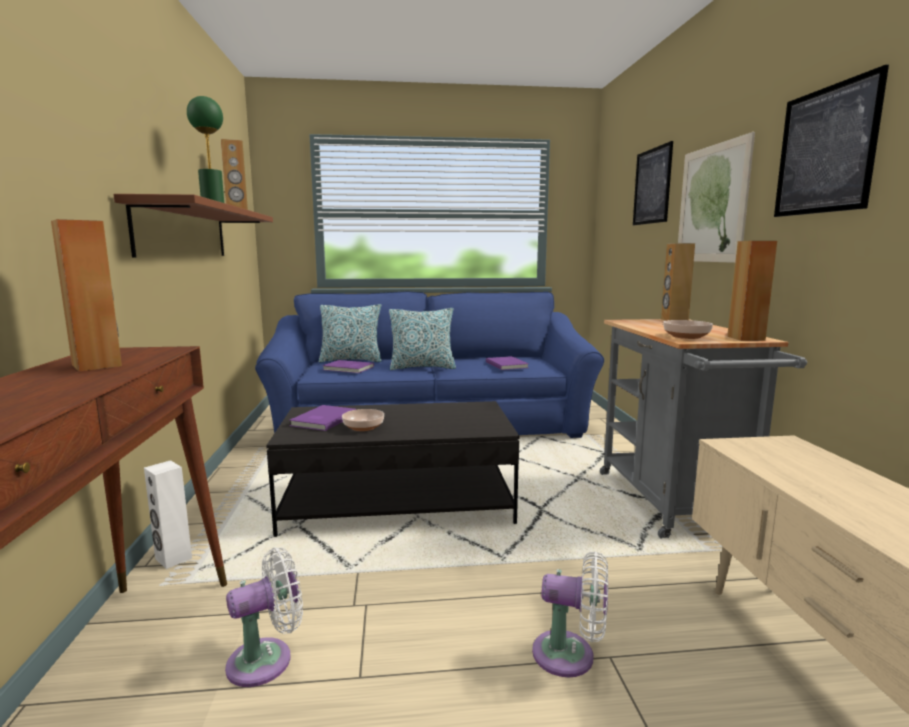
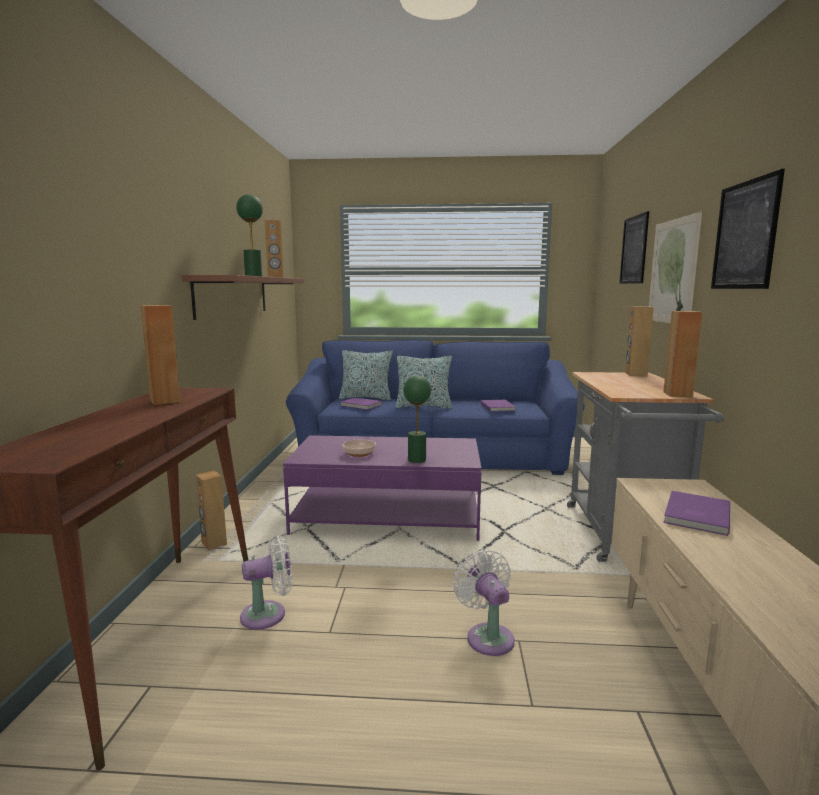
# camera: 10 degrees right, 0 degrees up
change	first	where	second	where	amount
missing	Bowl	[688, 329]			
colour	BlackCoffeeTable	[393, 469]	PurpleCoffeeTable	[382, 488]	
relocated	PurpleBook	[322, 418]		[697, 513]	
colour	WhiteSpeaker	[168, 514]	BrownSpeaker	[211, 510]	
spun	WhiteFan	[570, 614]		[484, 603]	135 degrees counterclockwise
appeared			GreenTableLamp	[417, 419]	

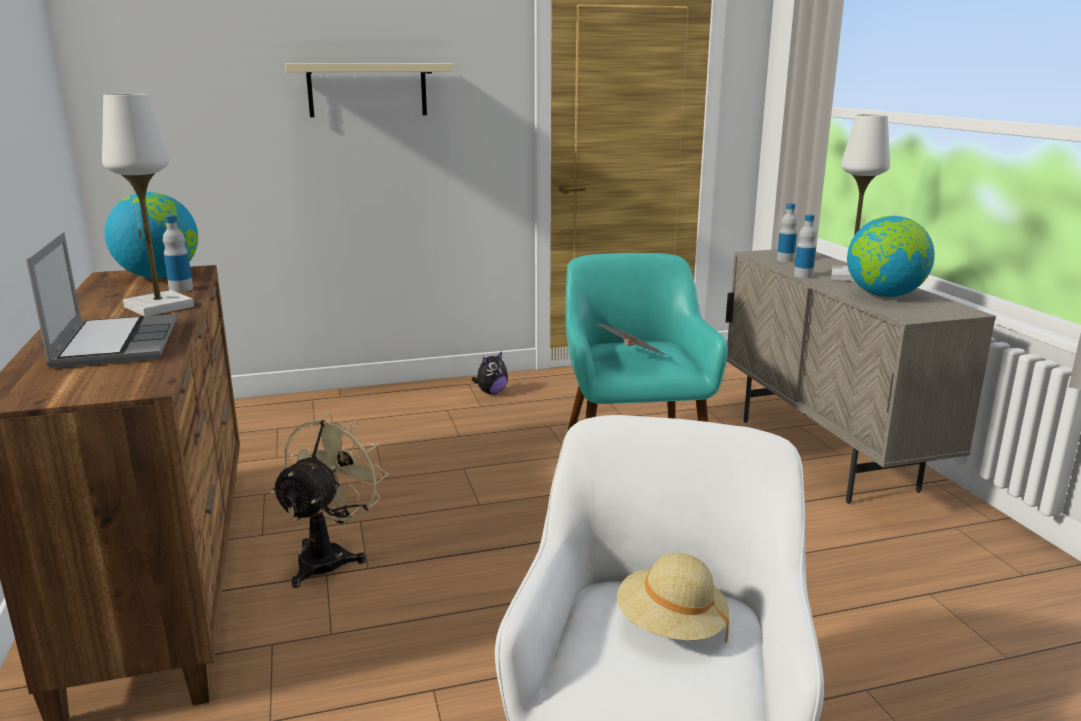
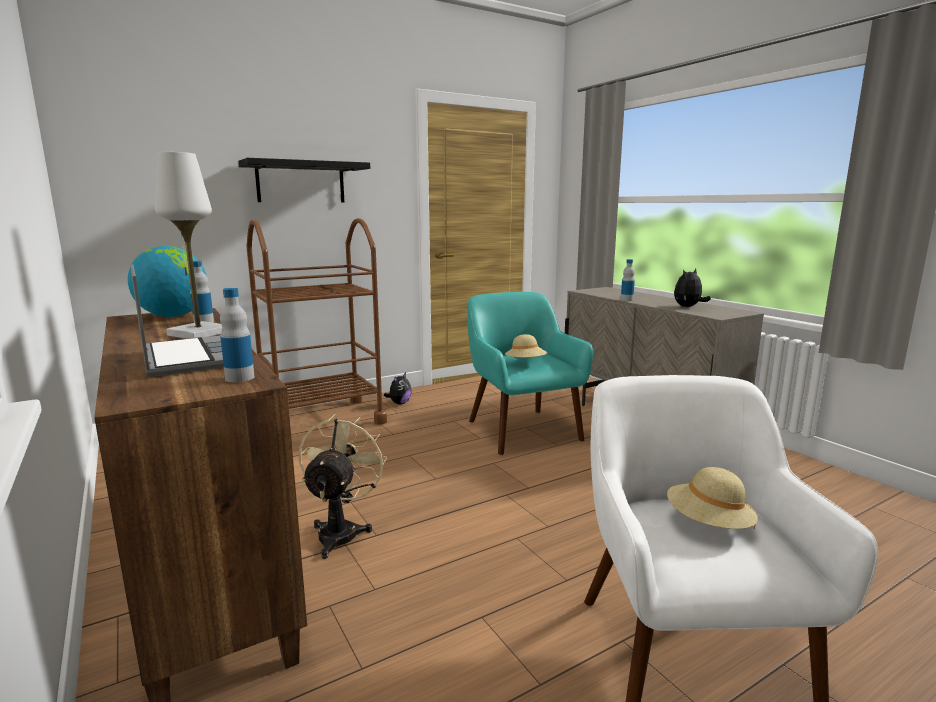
# camera: 15 degrees left, 5 degrees down
change	first	where	second	where	amount
colour	BeigeShelf	[369, 90]	BlackShelf	[304, 180]	
missing	WhiteTableLamp	[860, 198]			
relocated	Bottle	[787, 232]		[237, 335]	
exchanged	Globe	[891, 256]	PlushToy	[692, 288]	
exchanged	Newspaper	[631, 339]	BeigeHat	[526, 346]	
appeared			BrownCart	[316, 321]	

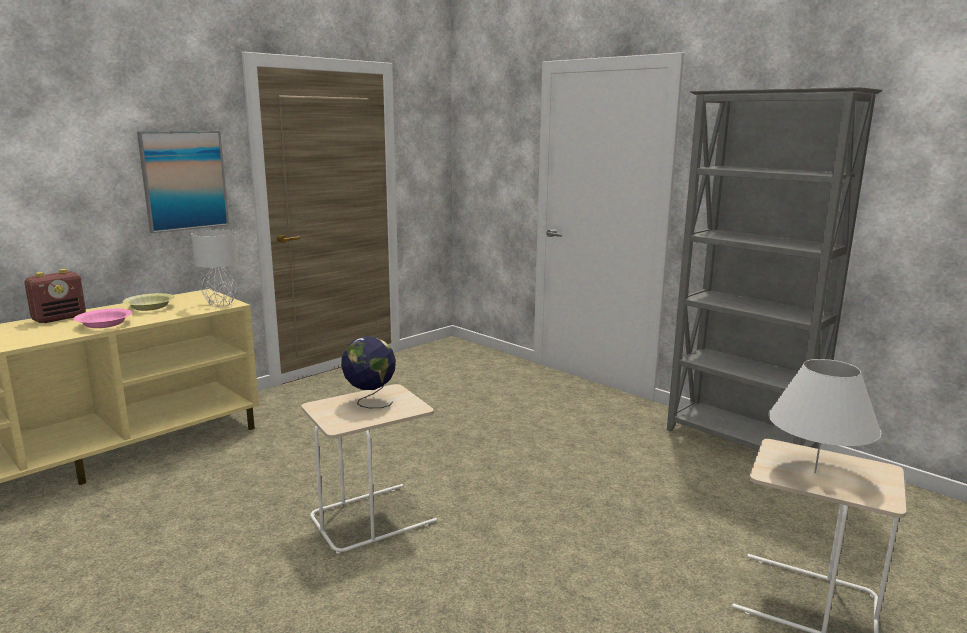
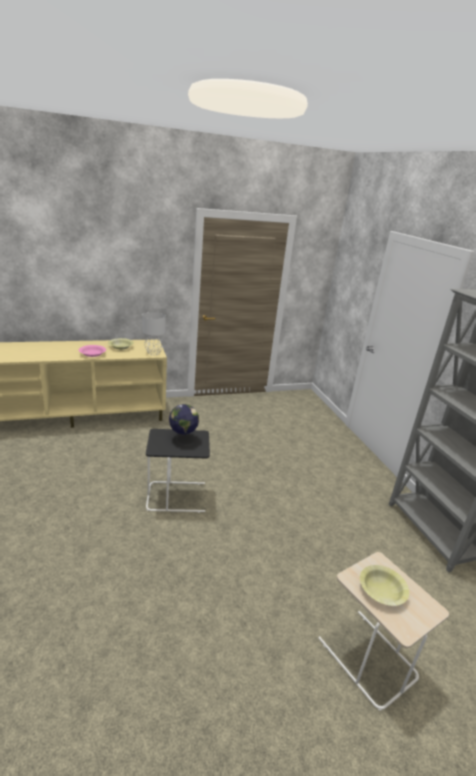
# camera: 25 degrees right, 10 degrees up
change	first	where	second	where	amount
missing	Picture	[183, 182]			
missing	Radio	[55, 296]			
exchanged	WhiteTableLamp	[824, 416]	YellowBowl	[384, 585]	
colour	BeigeSideTable	[369, 469]	BlackSideTable	[178, 471]	

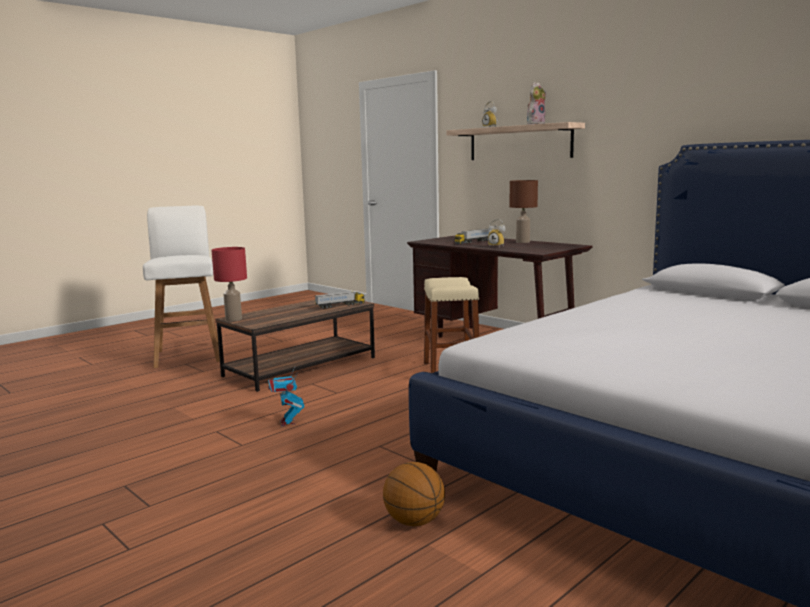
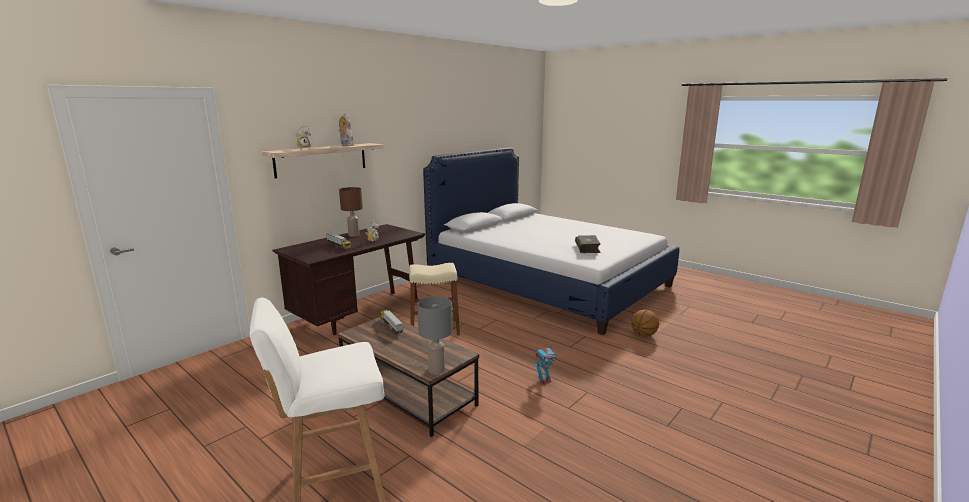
# camera: 95 degrees left, 5 degrees up
change	first	where	second	where	amount
colour	RedTableLamp	[229, 284]	GreyTableLamp	[434, 335]	
appeared			Book	[588, 244]	

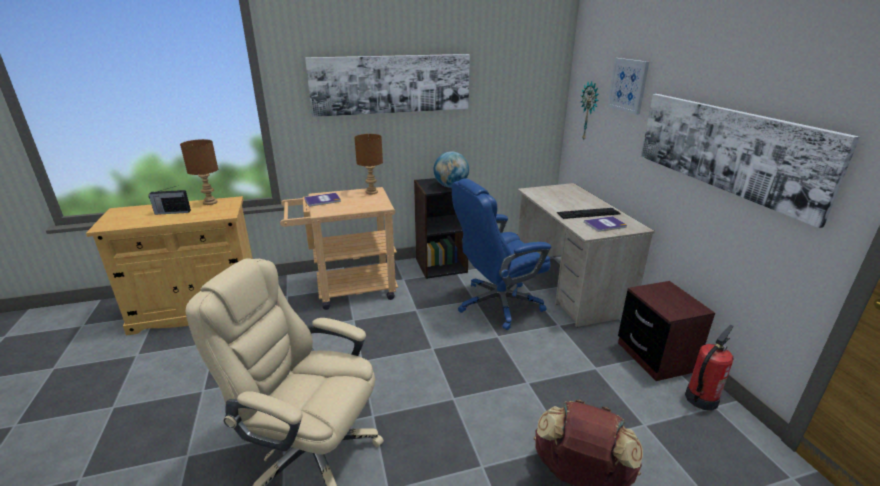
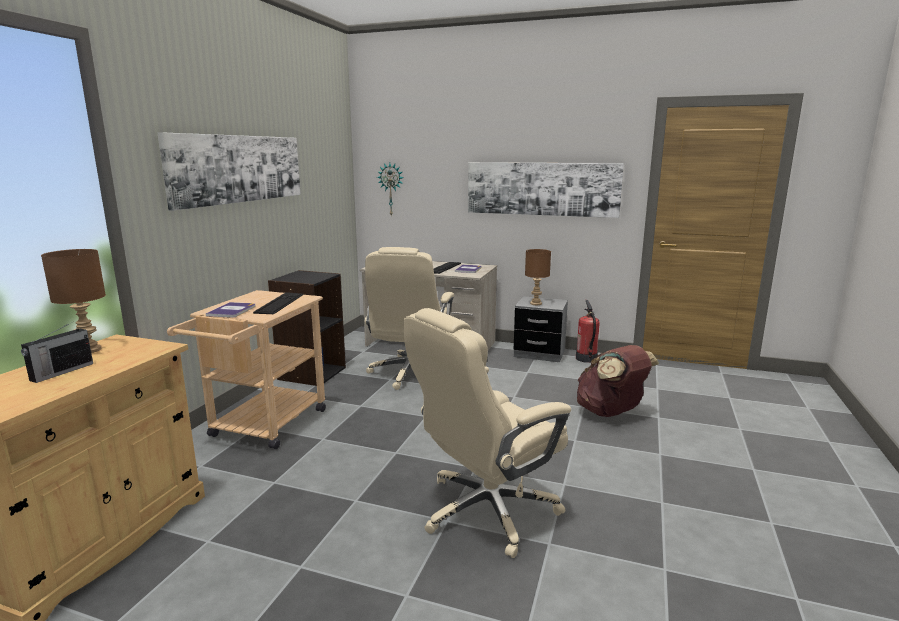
# camera: 55 degrees left, 10 degrees down
change	first	where	second	where	amount
missing	Picture	[628, 86]			
relocated	BrownTableLamp	[368, 164]		[538, 277]	
missing	Globe	[451, 169]			
colour	BlueOfficeChair	[501, 254]	BeigeOfficeChair	[409, 318]	
colour	BrownNightstand	[666, 331]	GreyNightstand	[541, 329]	
appeared			Keyboard	[278, 303]	

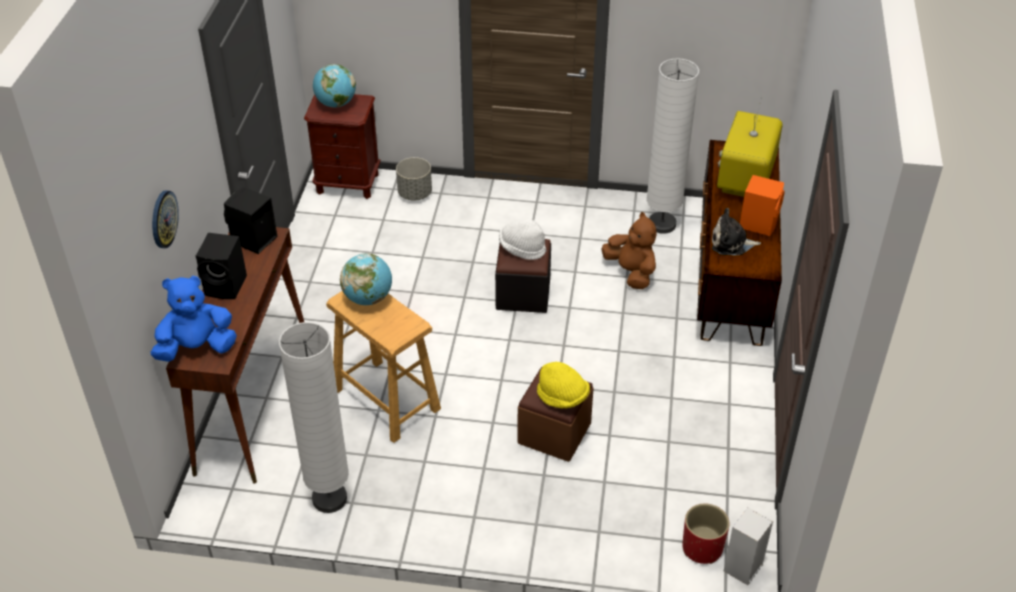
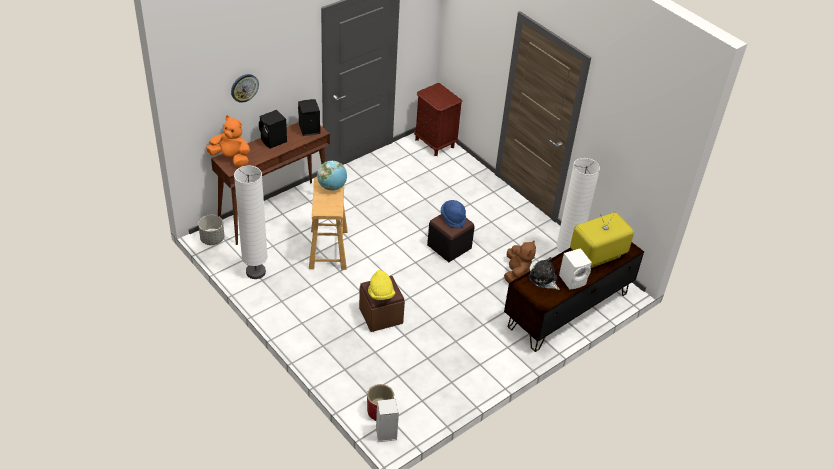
# camera: 40 degrees right, 0 degrees up
change	first	where	second	where	amount
missing	Globe	[334, 85]			
relocated	GreyPlanter	[414, 179]		[211, 230]	
colour	OrangeSpeaker	[762, 205]	WhiteSpeaker	[575, 269]	
colour	WhiteHat	[523, 239]	BlueHat	[453, 214]	
colour	BluePlushToy	[193, 318]	OrangePlushToy	[228, 141]	

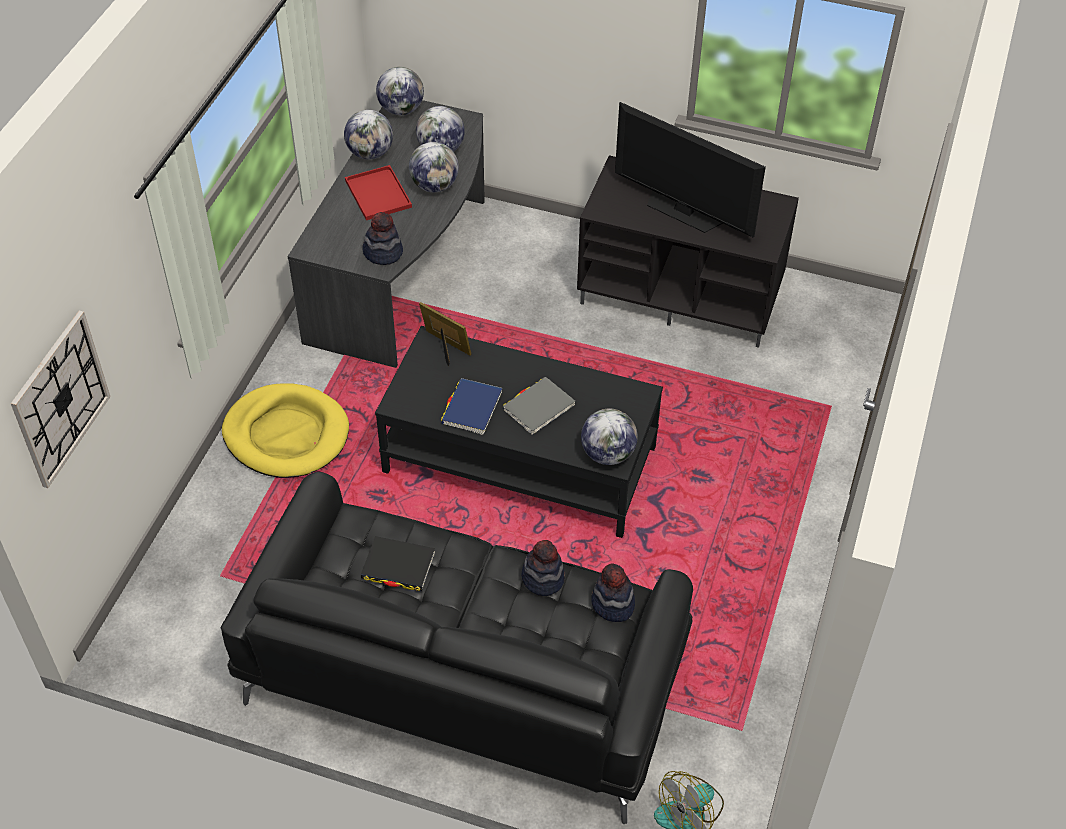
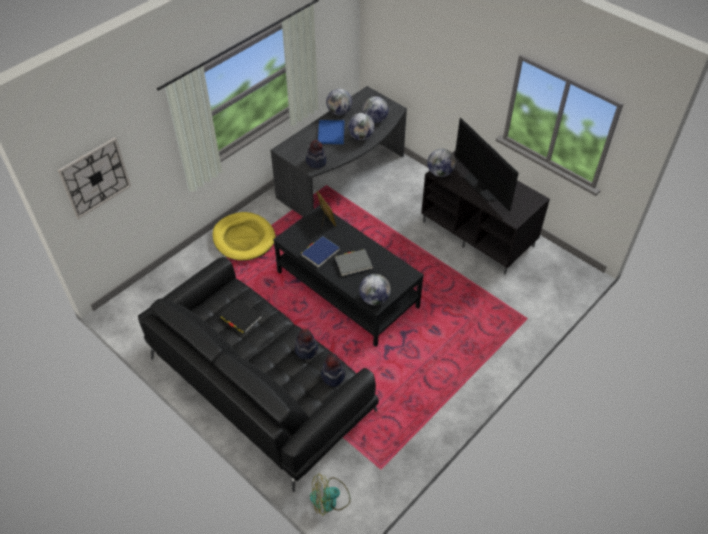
# camera: 25 degrees right, 0 degrees up
change	first	where	second	where	amount
relocated	Globe	[400, 91]		[441, 163]	
colour	RedTray	[378, 192]	BlueTray	[331, 132]	

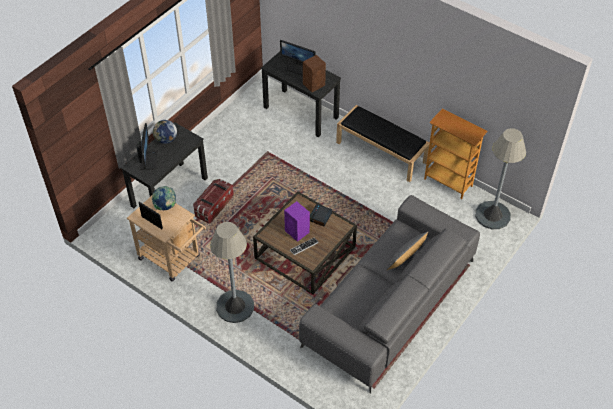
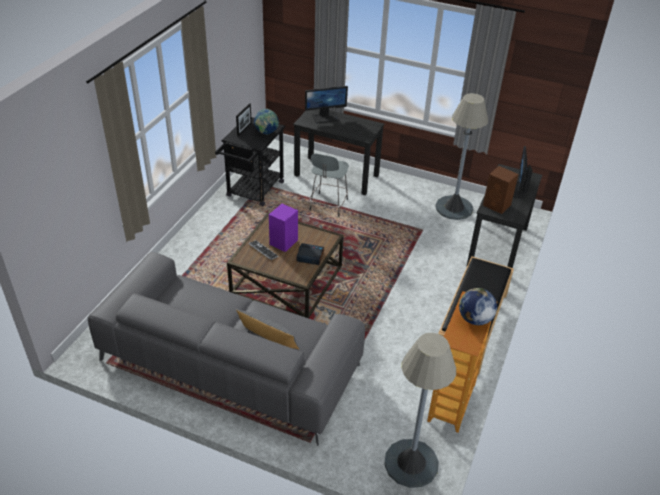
# camera: 75 degrees right, 10 degrees down
change	first	where	second	where	amount
relocated	Globe	[165, 132]		[478, 306]	
exchanged	StorageBox	[213, 201]	GreyStool	[329, 185]	
colour	BeigeCart	[166, 238]	BlackCart	[250, 161]	
relocated	GreyFloorLamp	[232, 272]		[461, 156]	

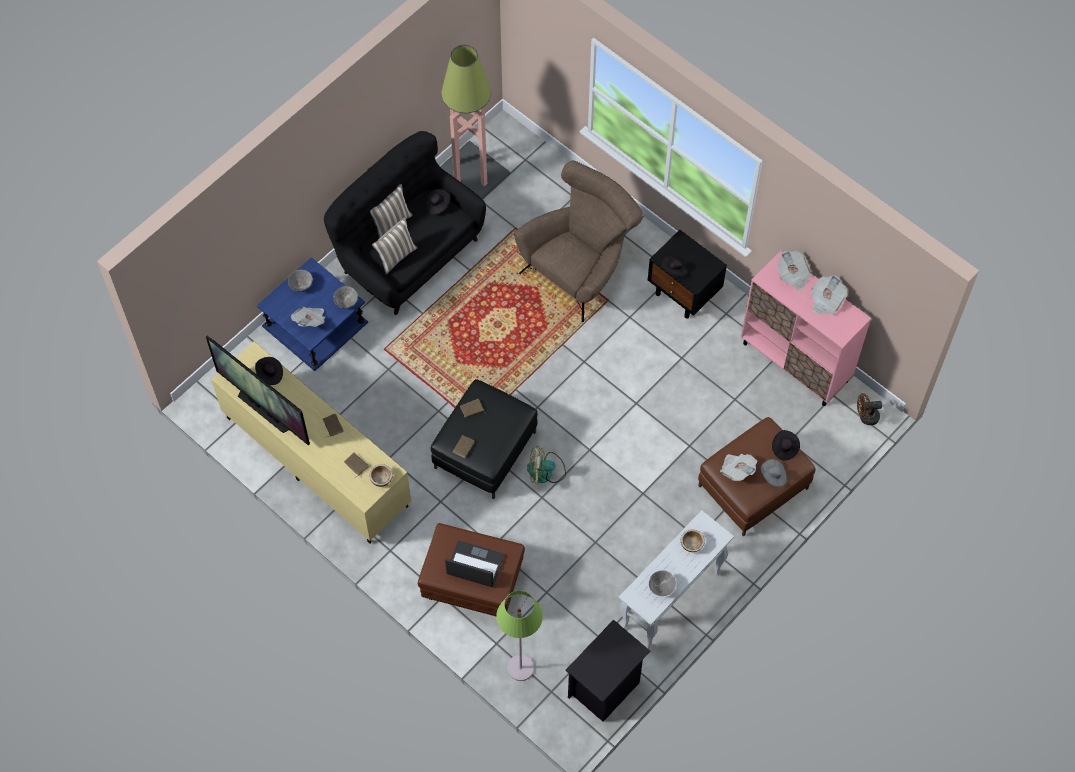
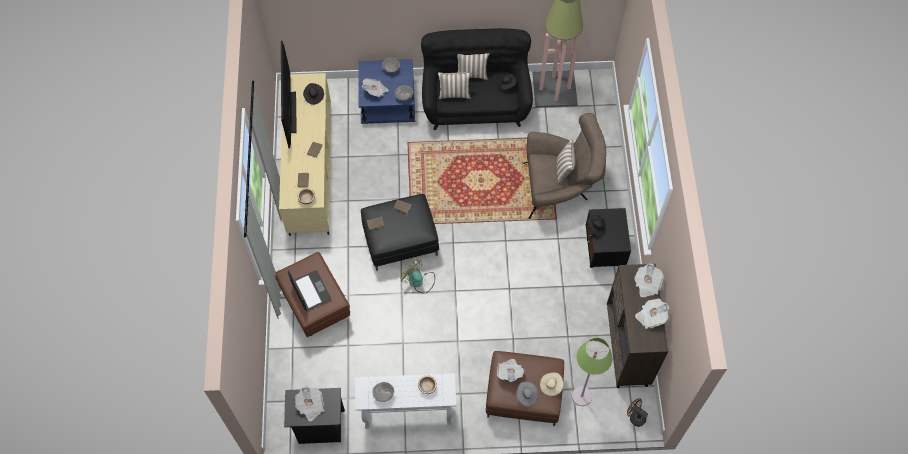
# camera: 45 degrees right, 0 degrees up
change	first	where	second	where	amount
colour	PinkCabinet	[806, 328]	BrownCabinet	[637, 326]	
colour	BlackHat	[786, 445]	BeigeHat	[551, 384]	
relocated	GreenFloorLamp	[519, 635]		[592, 372]	
appeared			Pillow	[565, 162]	
appeared			Newspaper	[309, 403]	

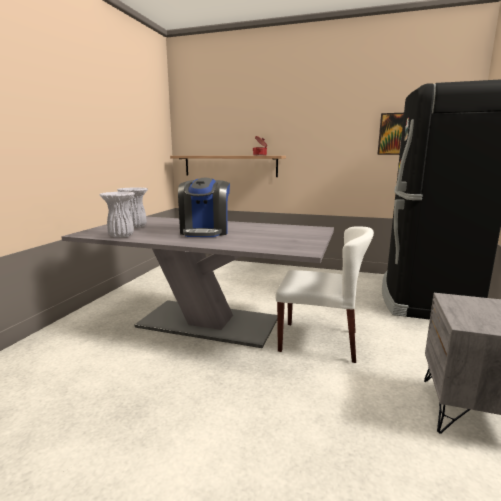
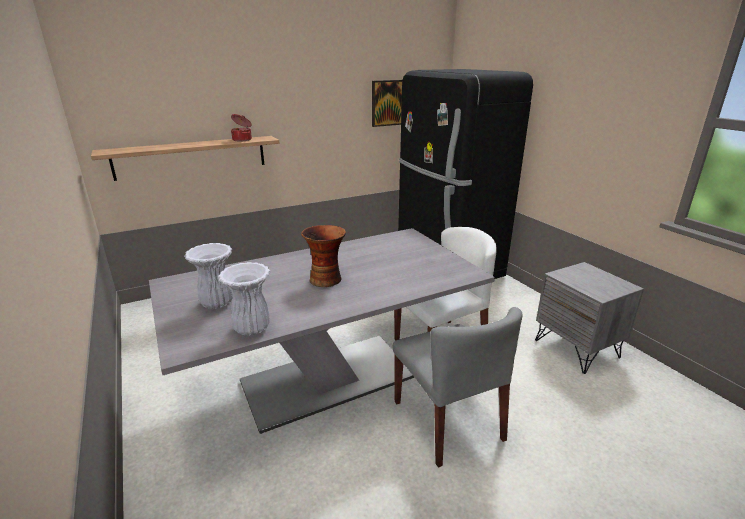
# camera: 45 degrees left, 10 degrees up
change	first	where	second	where	amount
exchanged	CoffeeMachine	[204, 207]	Vase	[323, 256]	
appeared			GreyChair	[457, 387]	

